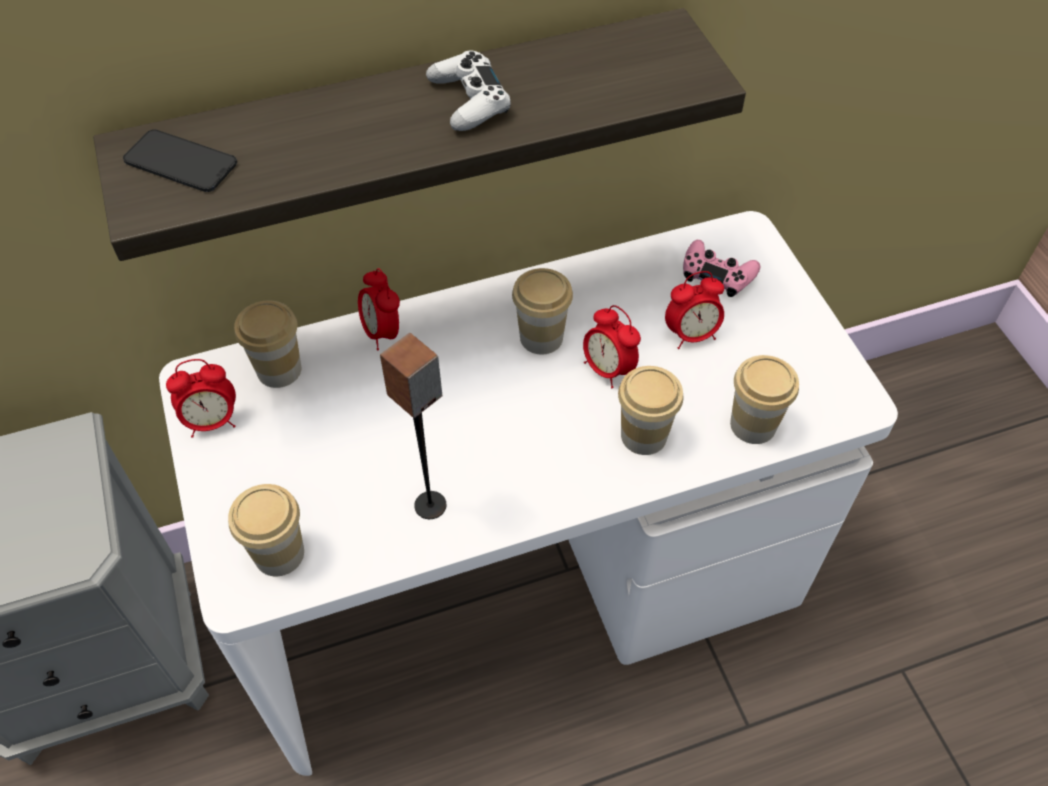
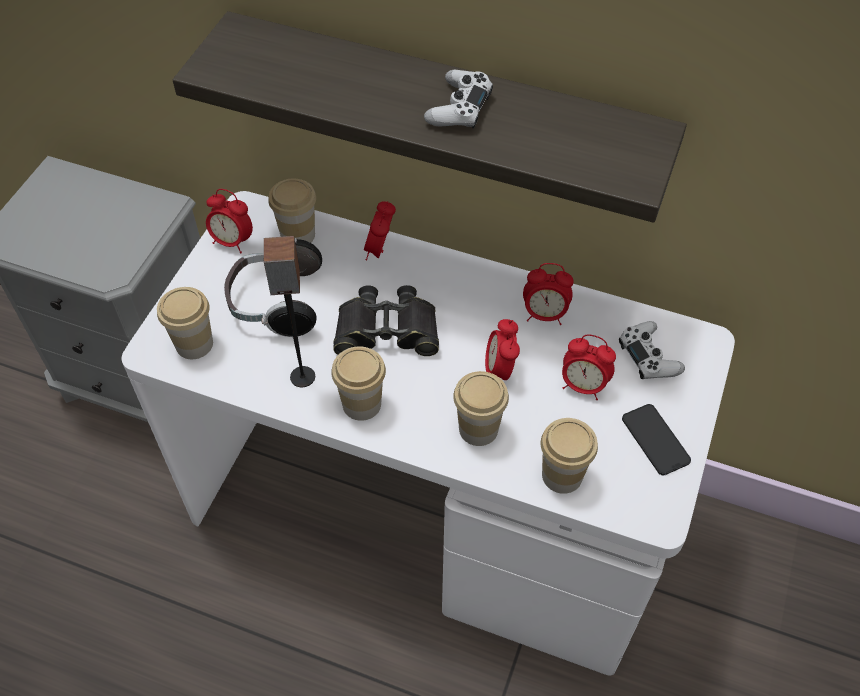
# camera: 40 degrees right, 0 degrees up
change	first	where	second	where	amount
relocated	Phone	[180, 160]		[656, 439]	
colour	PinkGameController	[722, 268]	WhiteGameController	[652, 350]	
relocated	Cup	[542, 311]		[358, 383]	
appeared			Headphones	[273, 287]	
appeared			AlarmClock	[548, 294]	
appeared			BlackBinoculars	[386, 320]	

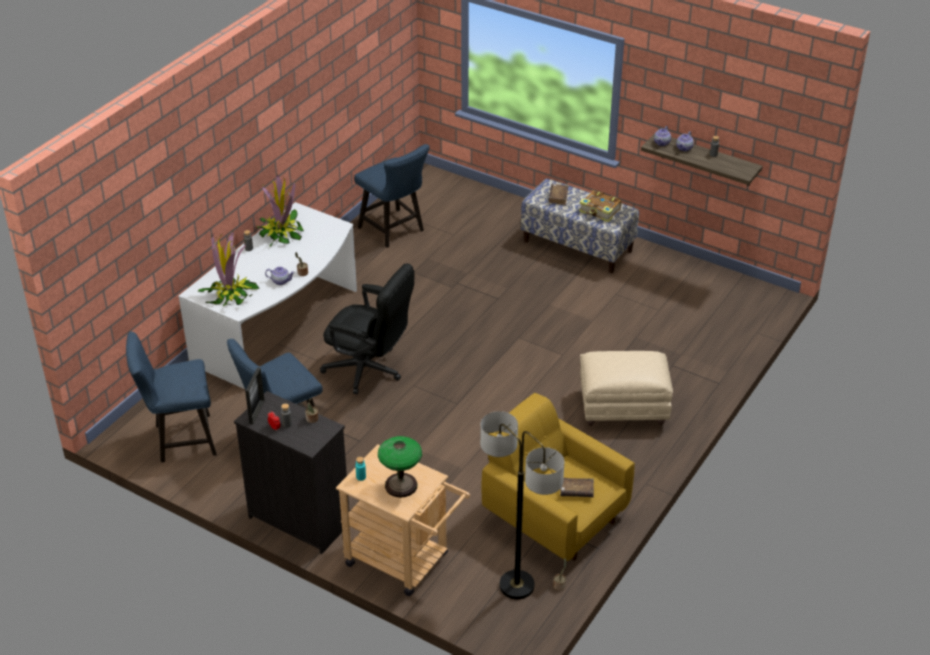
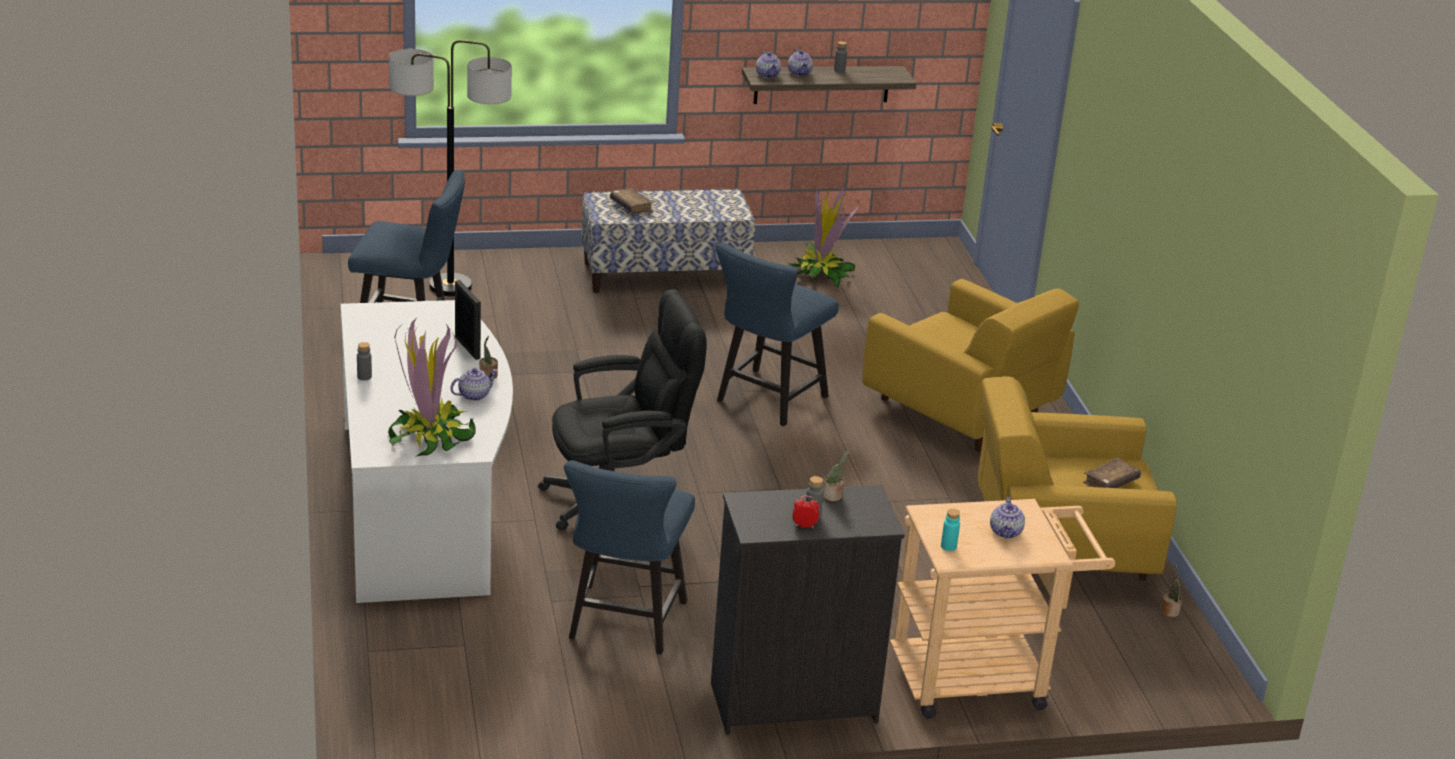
# camera: 45 degrees left, 10 degrees down
change	first	where	second	where	amount
relocated	PottedPlant	[280, 210]		[823, 236]	
missing	Book	[600, 206]			
relocated	BlueChair	[171, 397]		[777, 334]	
exchanged	BeigeOttoman	[626, 388]	YellowArmchair	[970, 365]	
relocated	PictureFrame	[255, 395]		[468, 320]	
relocated	FloorLamp	[522, 505]		[450, 168]	
exchanged	TableLamp	[400, 467]	Teapot	[1007, 517]	

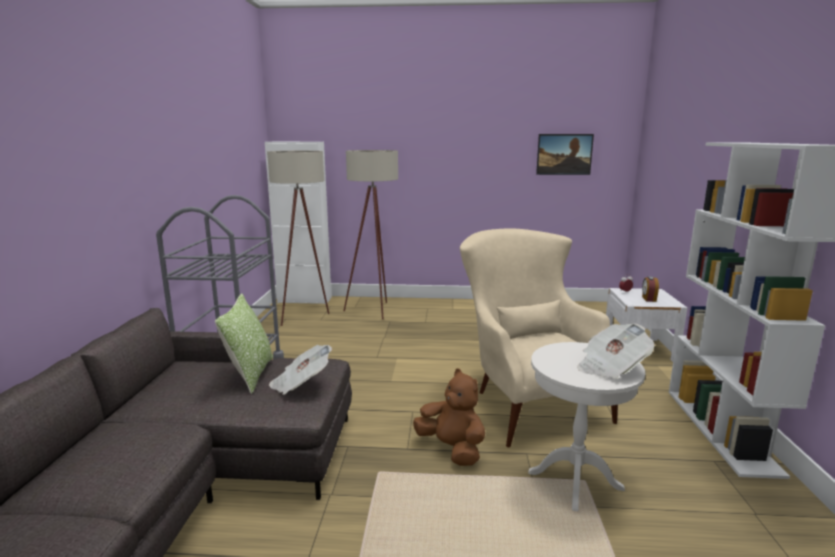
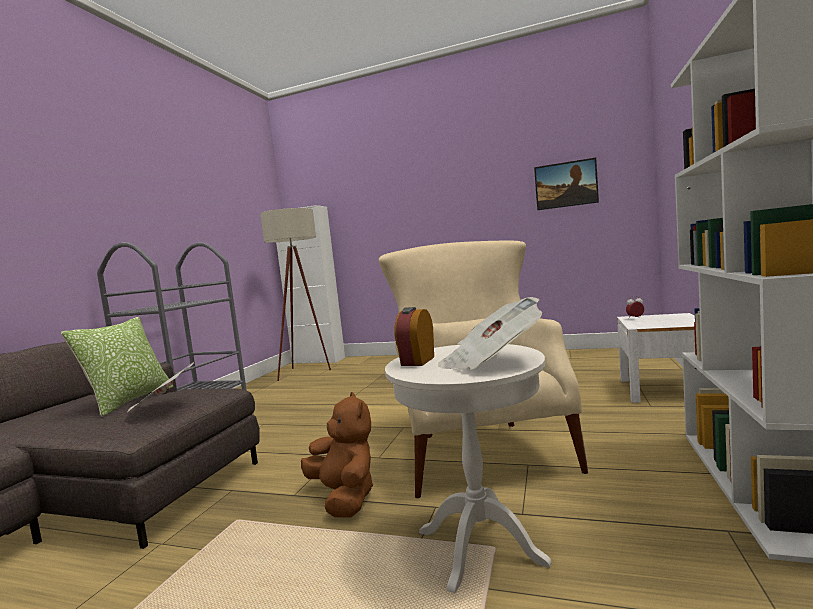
# camera: 15 degrees right, 10 degrees down
change	first	where	second	where	amount
missing	BeigeFloorLamp	[371, 235]			
relocated	AlarmClock	[650, 289]		[414, 336]	

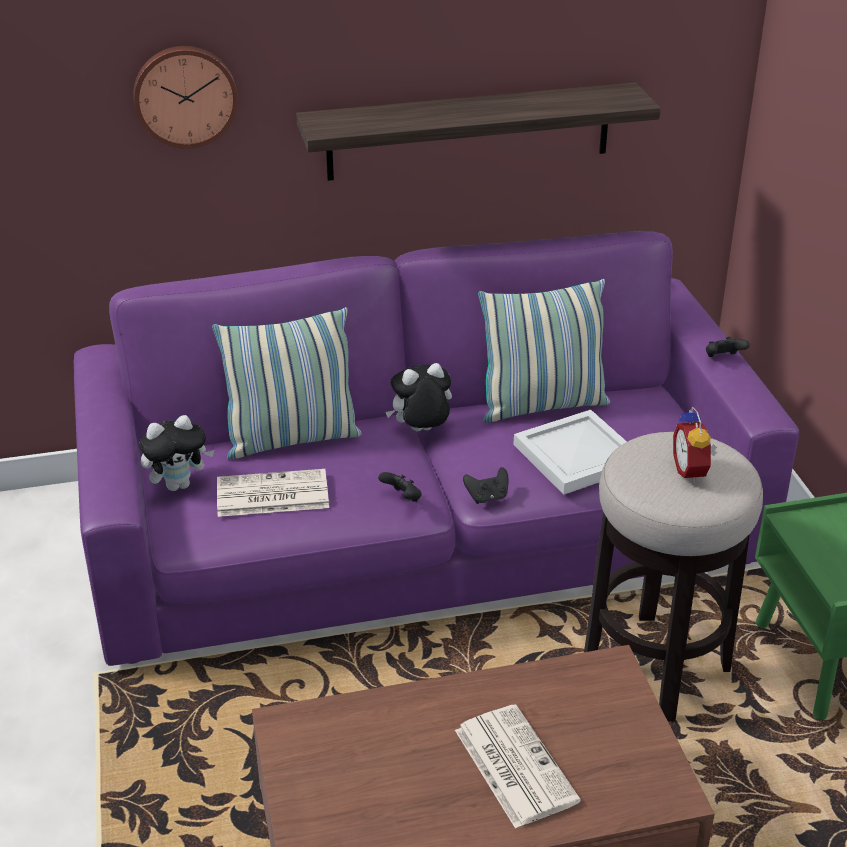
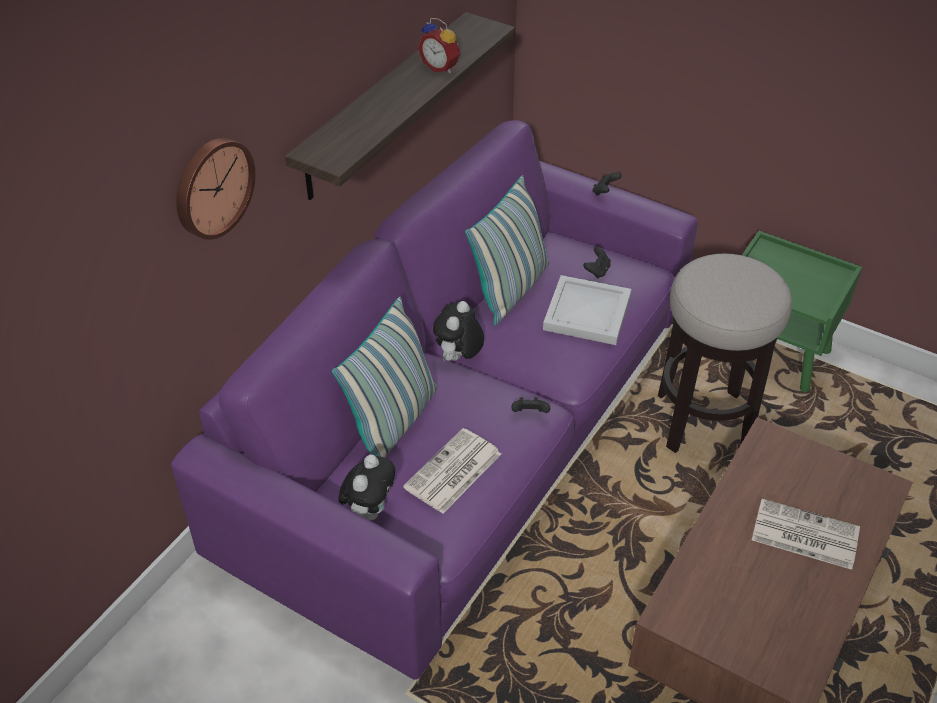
# camera: 45 degrees left, 10 degrees up
change	first	where	second	where	amount
relocated	AlarmClock	[695, 444]		[439, 45]	
relocated	BlackGameController	[485, 485]		[597, 262]	

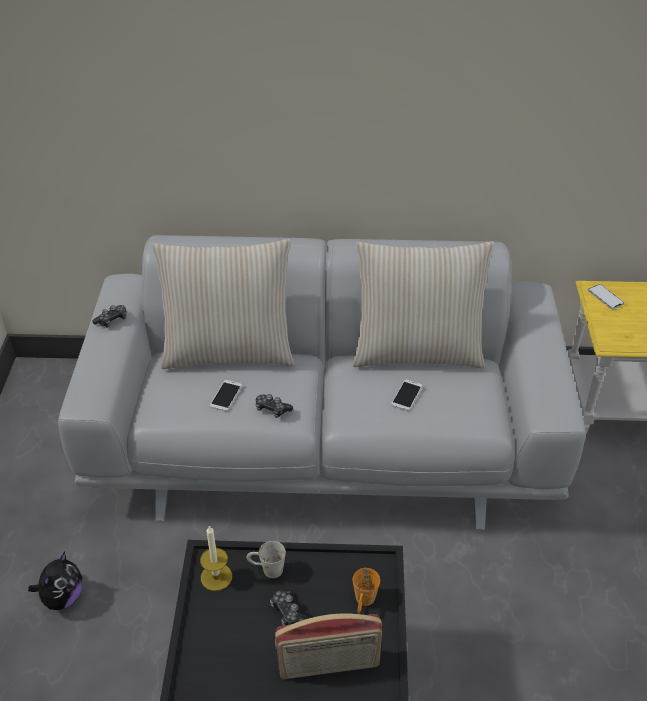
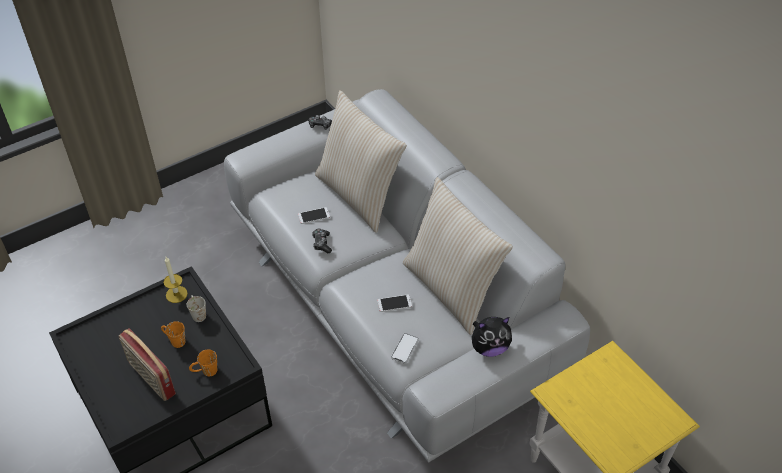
# camera: 55 degrees right, 5 degrees up
change	first	where	second	where	amount
relocated	Phone	[606, 296]		[405, 348]	
relocated	PlushToy	[55, 580]		[492, 337]	
exchanged	GameController	[289, 607]	OrangeMug	[173, 334]	

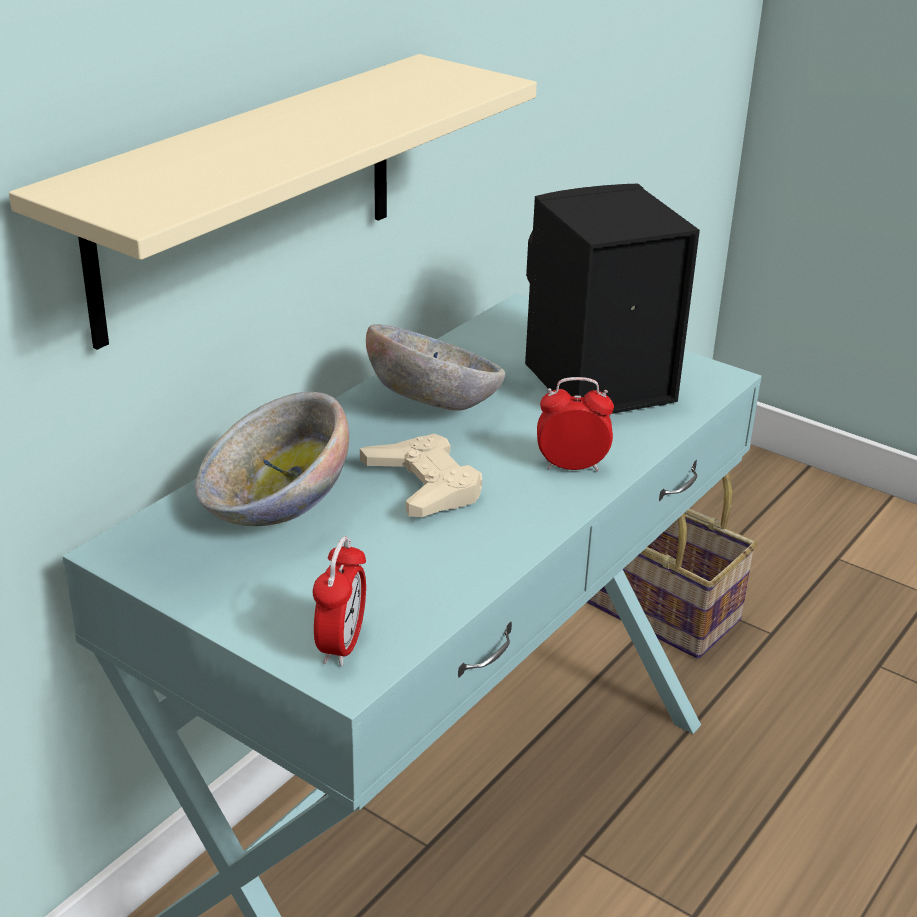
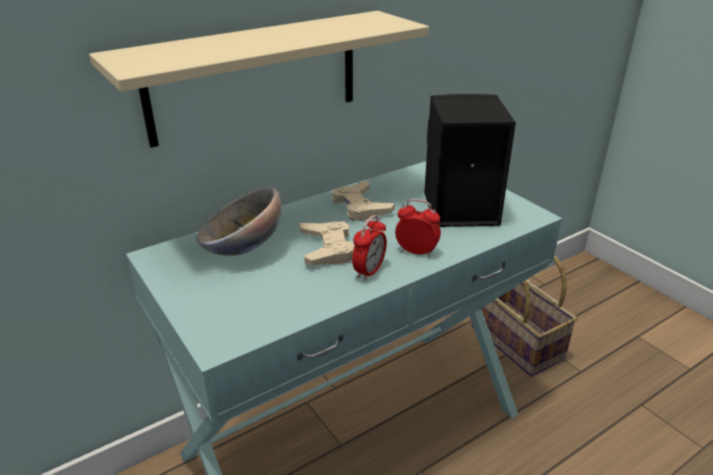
# camera: 20 degrees right, 0 degrees up
change	first	where	second	where	amount
exchanged	Bowl	[435, 367]	BeigeGameController	[363, 201]	
relocated	AlarmClock	[339, 601]		[369, 248]	

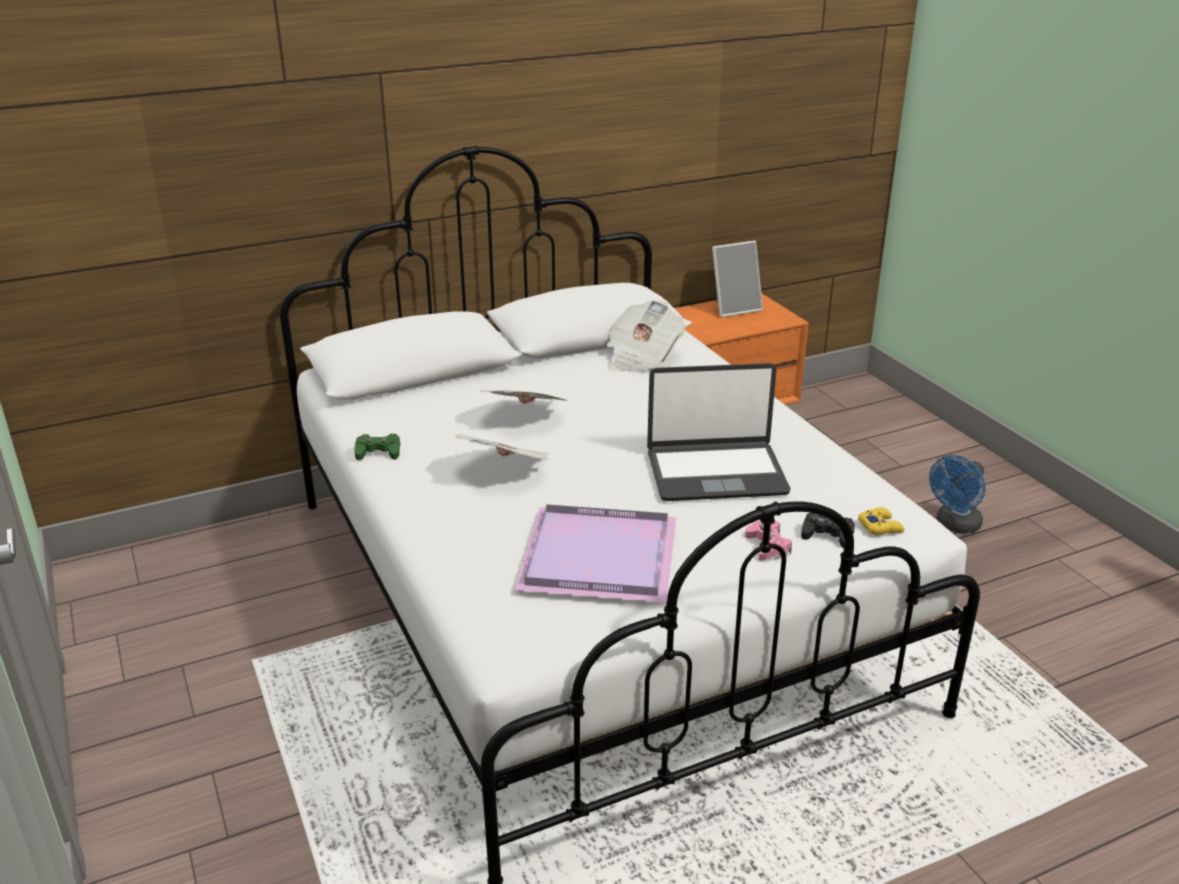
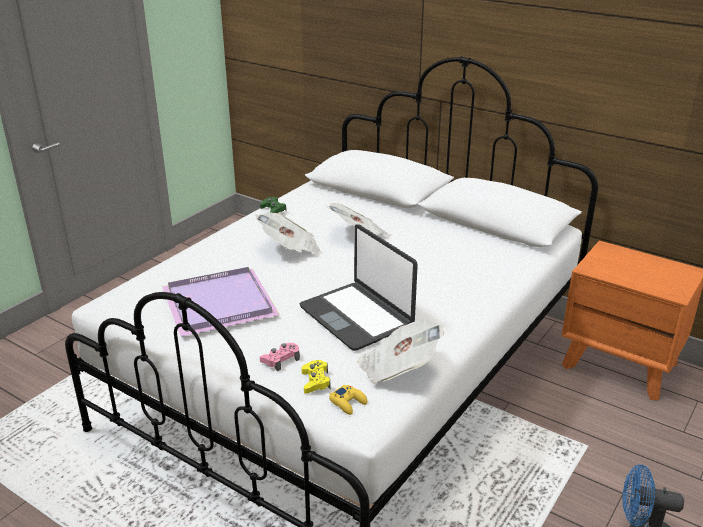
# camera: 60 degrees right, 0 degrees up
change	first	where	second	where	amount
missing	PictureFrame	[737, 279]			
relocated	Newspaper	[646, 336]		[400, 351]	
colour	BlackGameController	[828, 530]	YellowGameController	[316, 377]	

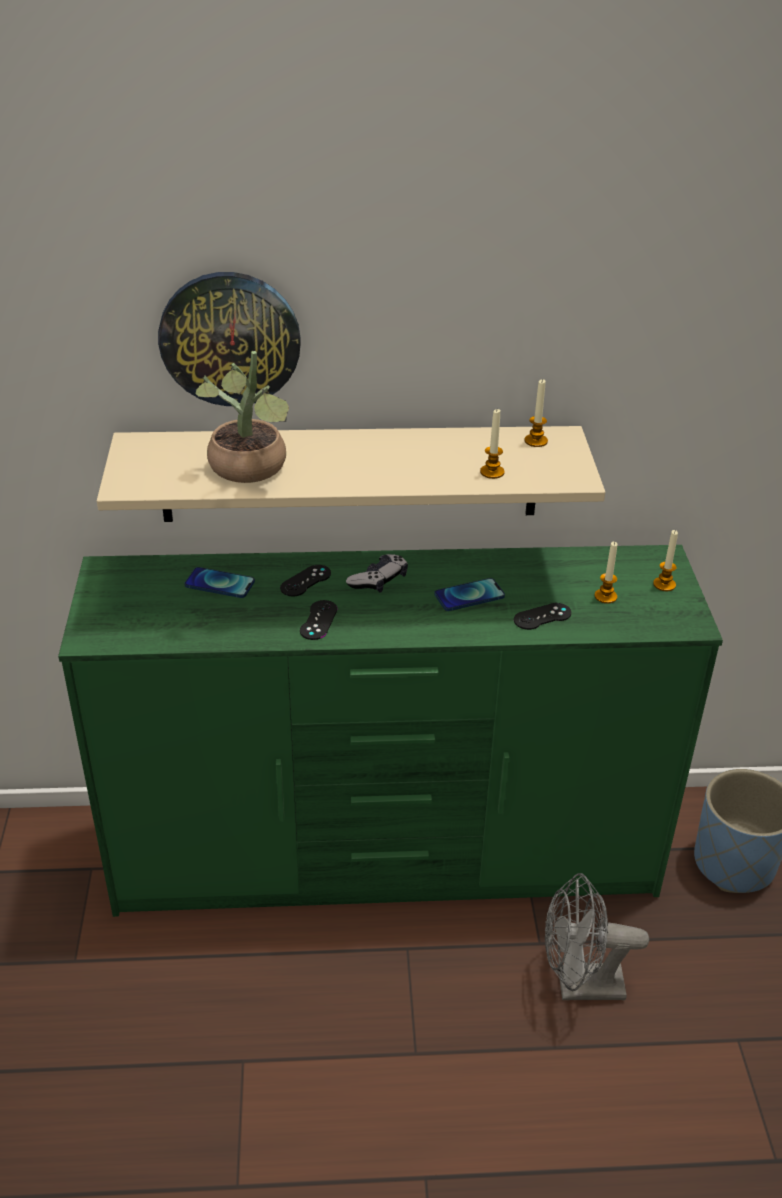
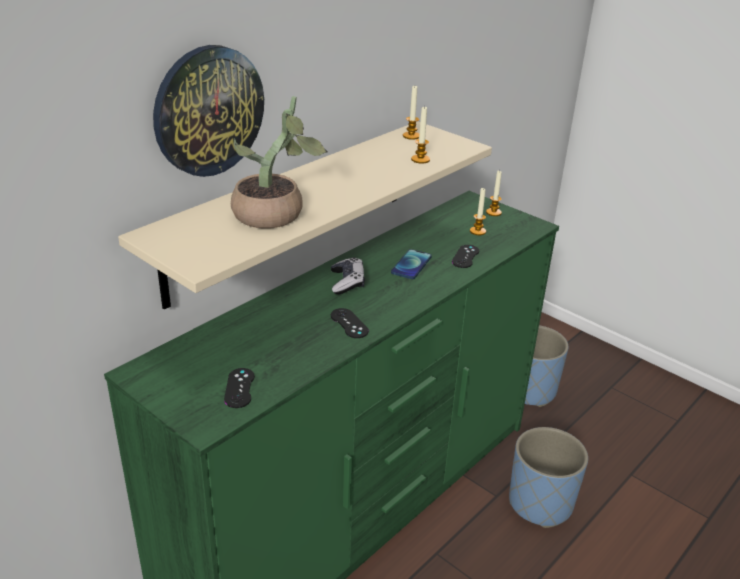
# camera: 45 degrees left, 5 degrees down
change	first	where	second	where	amount
relocated	BlackGameController	[305, 580]		[239, 388]	
missing	Phone	[219, 582]			
exchanged	GreyFan	[597, 936]	BluePlanter	[548, 477]	

